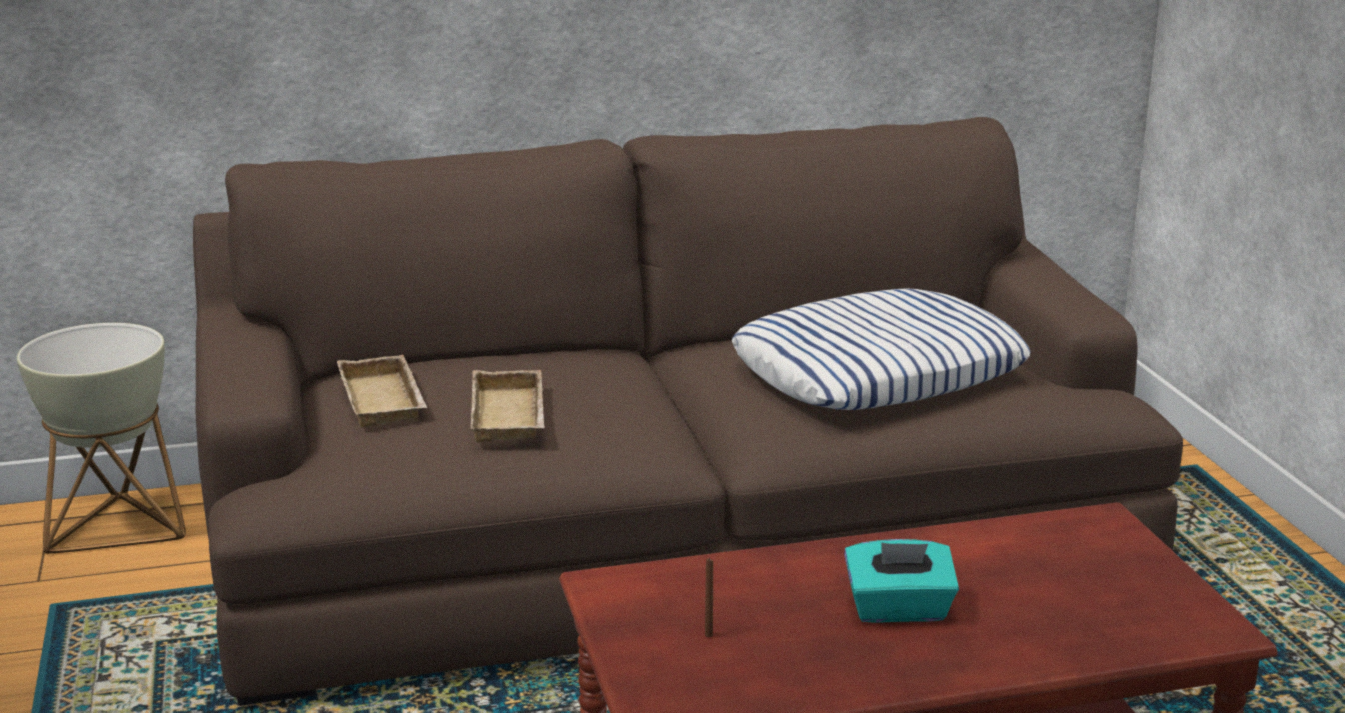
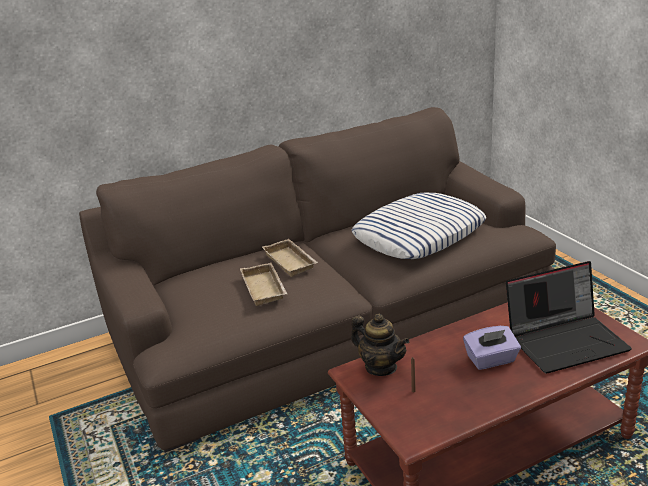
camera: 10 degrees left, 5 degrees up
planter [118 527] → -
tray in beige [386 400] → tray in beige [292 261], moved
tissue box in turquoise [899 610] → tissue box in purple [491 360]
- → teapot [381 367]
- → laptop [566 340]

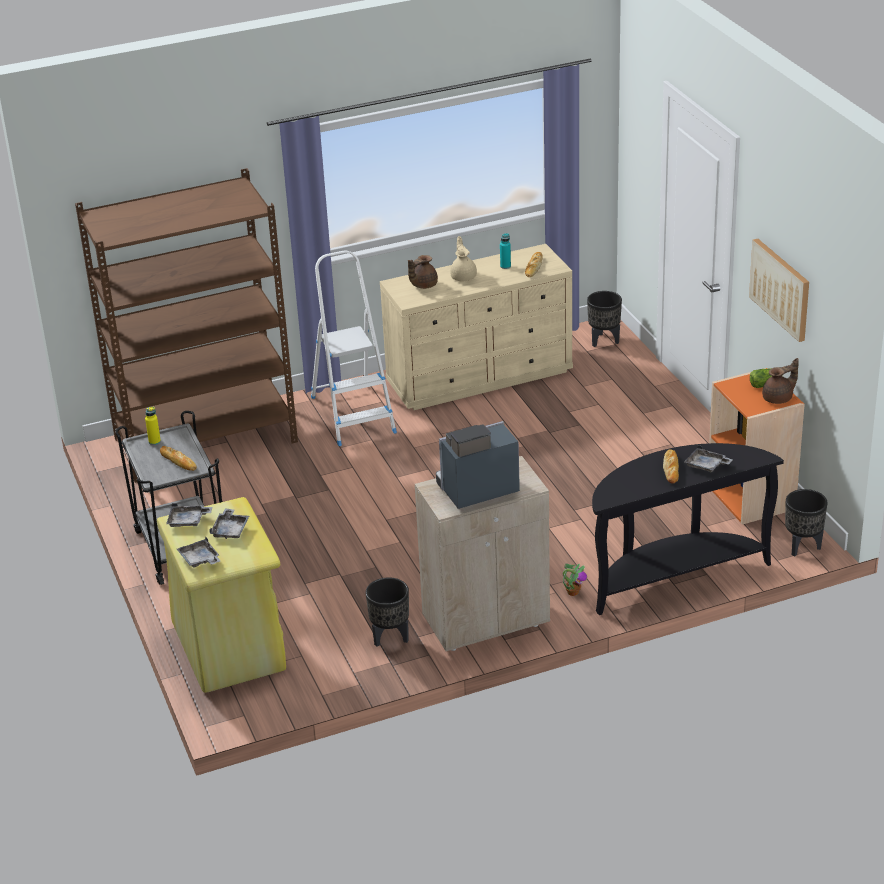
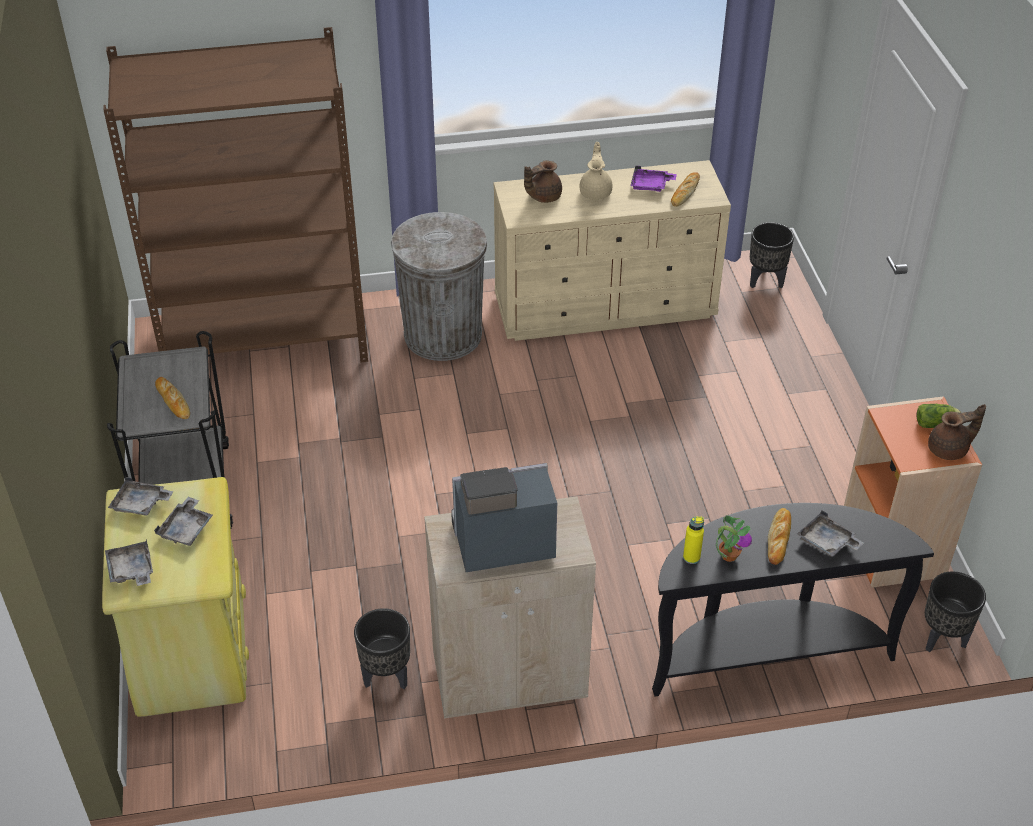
camera: 10 degrees right, 10 degrees up
bottle in yellow [154 441] → bottle in yellow [691 557], moved
step ladder in white [353 415] → trash can in grey [443 334]
bottle in turquoise [505 266] → tray in purple [651 185]
potted plant [572 592] → potted plant [729 555], moved
picture [781 289] → -

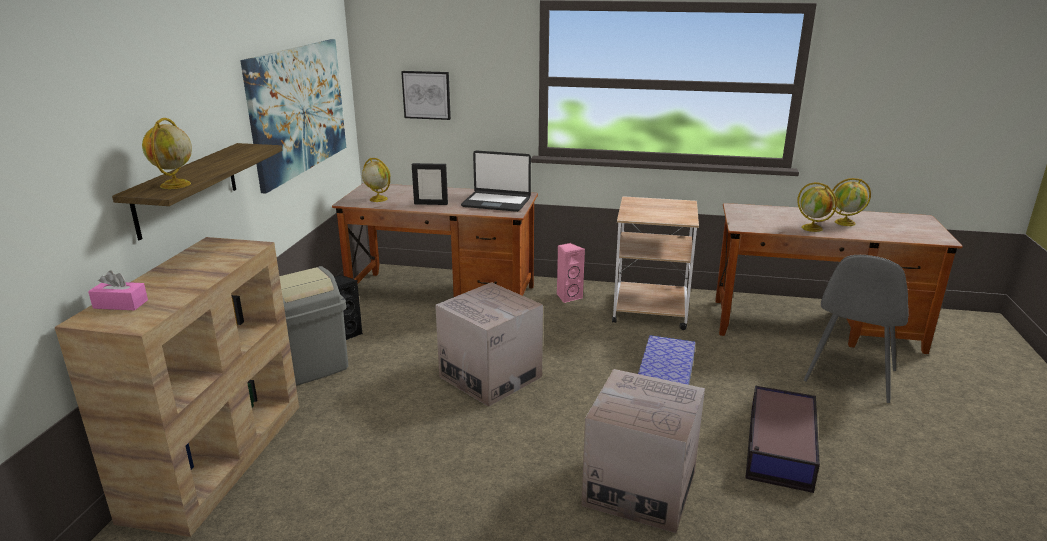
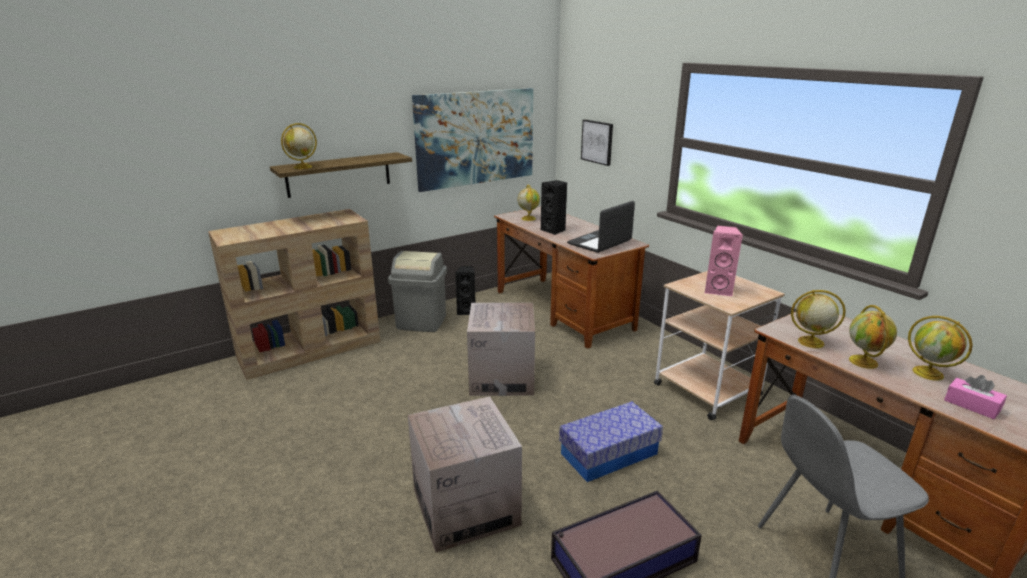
camera: 45 degrees right, 0 degrees up
tissue box in pink [120 304] → tissue box in pink [971 405], moved
picture frame [431 203] → speaker in black [554 230]
laptop [496 202] → laptop [600 243], 75 degrees clockwise
speaker in pink [568 297] → speaker in pink [718 290], moved
- → globe [810 342]

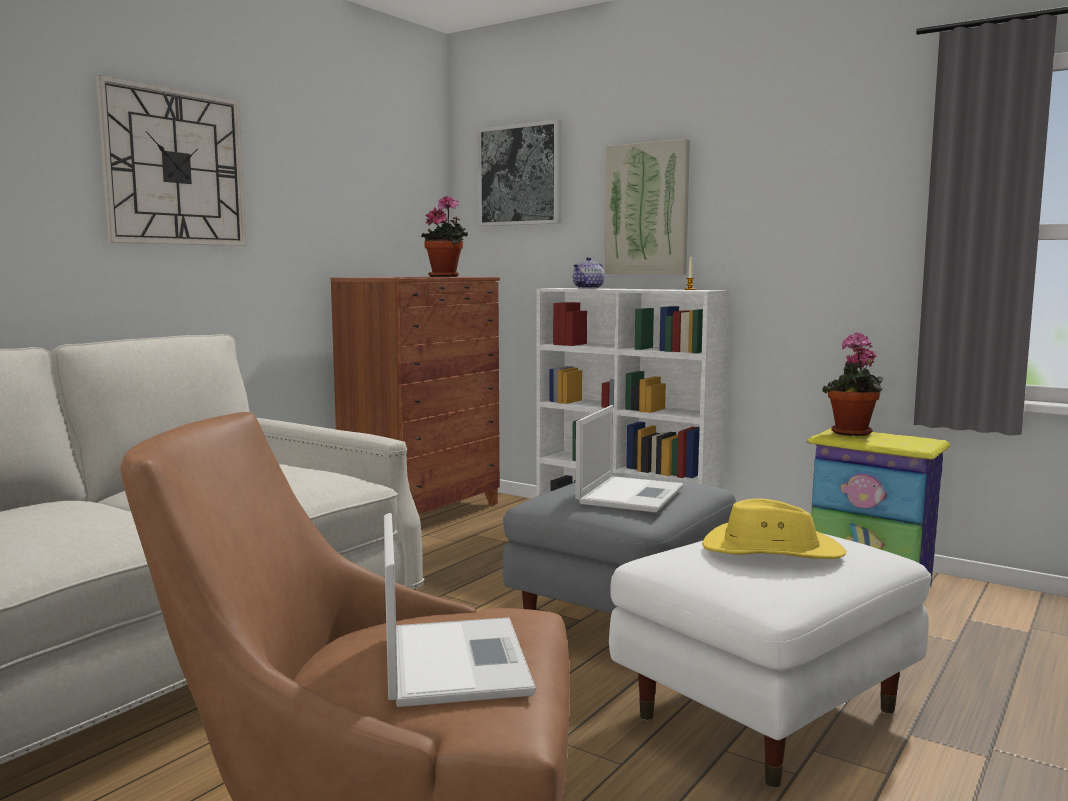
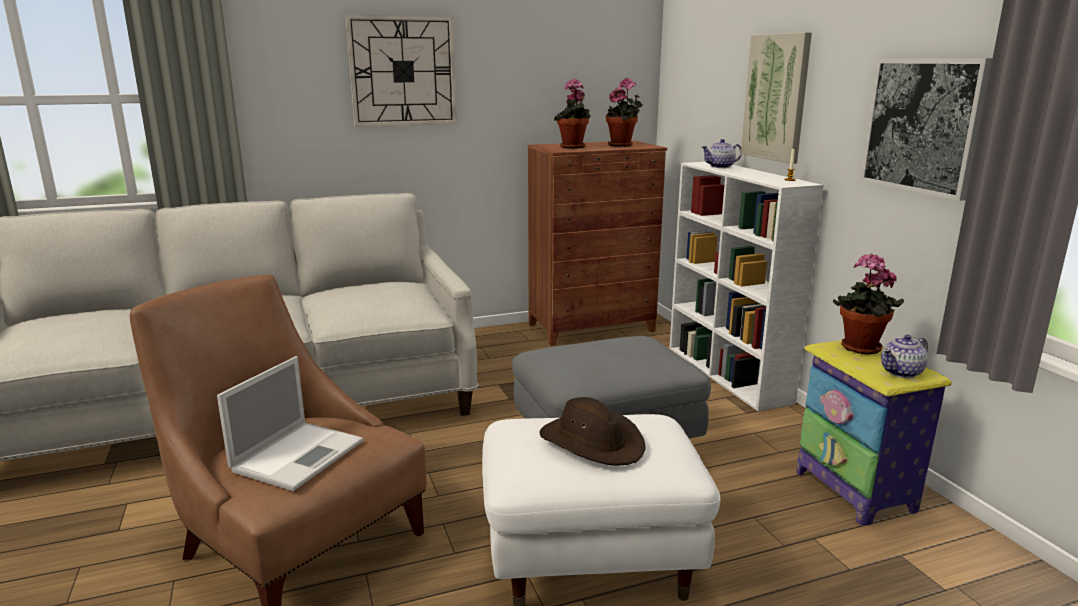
camera: 35 degrees right, 10 degrees up
picture [520 175] → picture [923 125], moved
laptop [631 494] → -
hat in yellow [771 551] → hat in brown [592 442]
- → potted plant [573 147]
- → teapot [902 372]

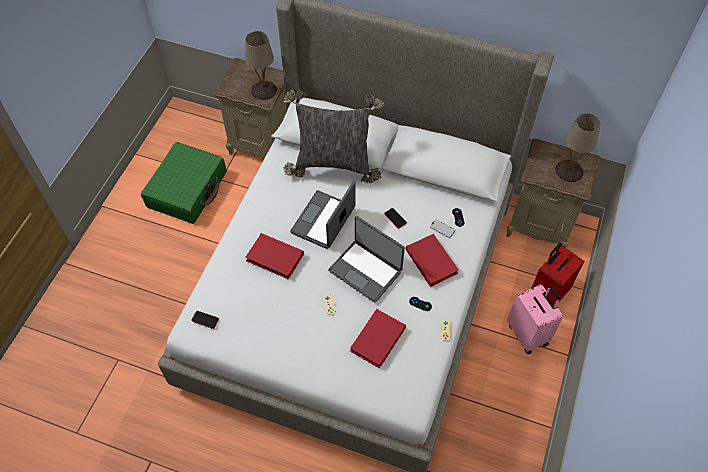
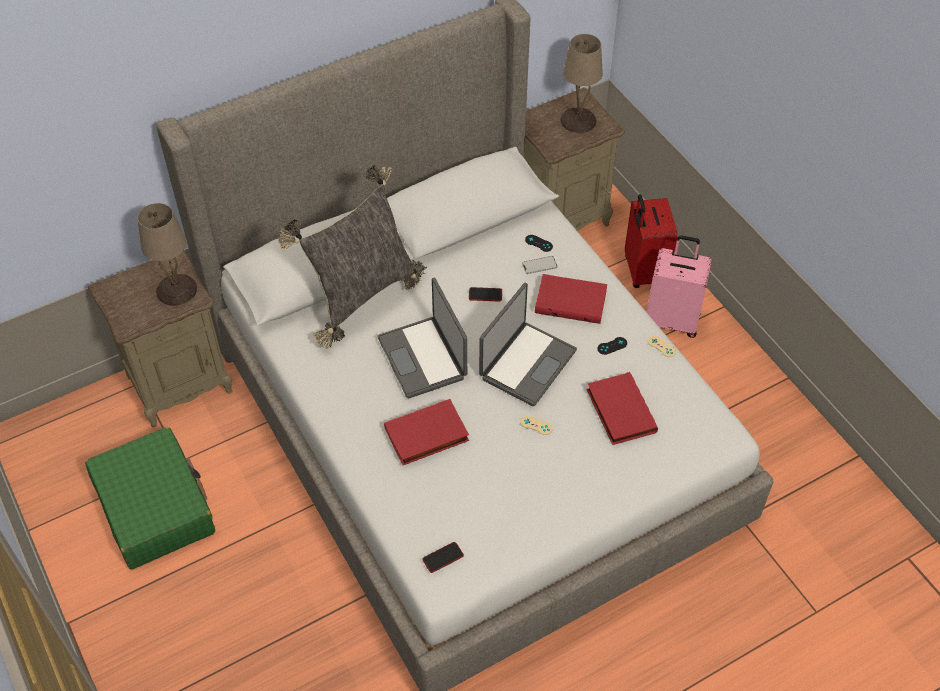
camera: 50 degrees left, 5 degrees down
laptop [366 270] → laptop [526 363], 45 degrees counterclockwise

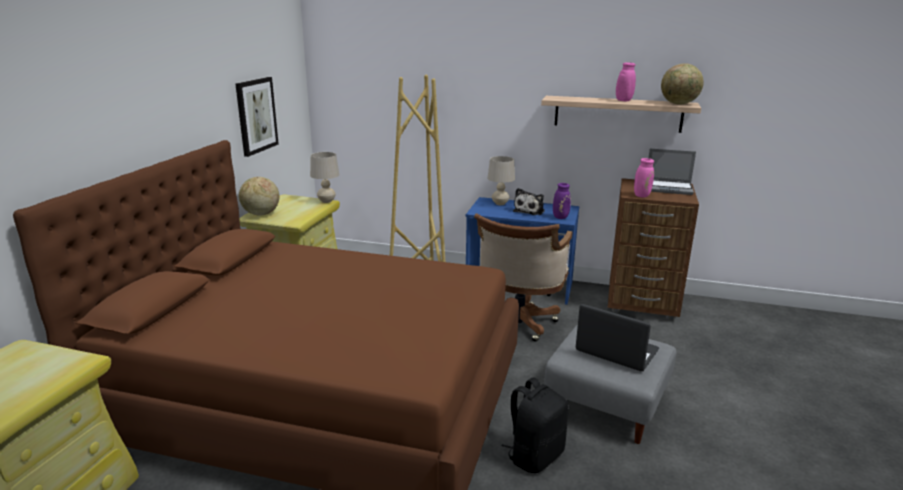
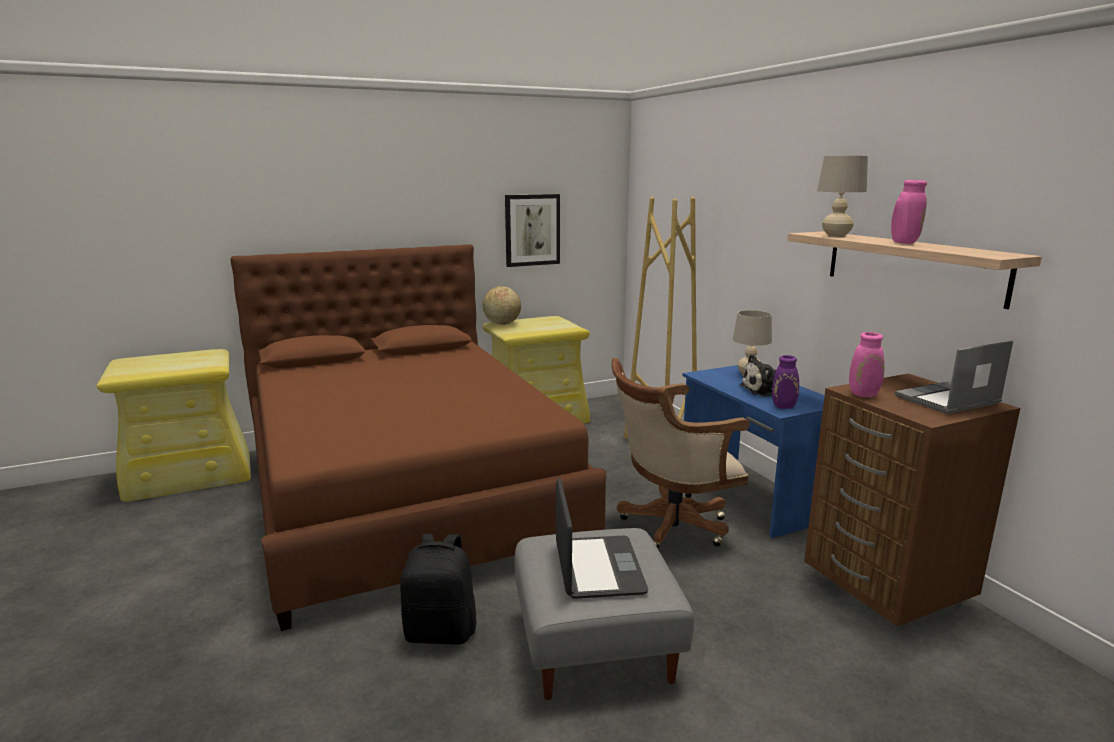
camera: 50 degrees right, 5 degrees down
table lamp in beige [326 201] → table lamp in beige [836 236], moved
laptop [669 188] → laptop [947 400], 90 degrees clockwise
globe [679 104] → -

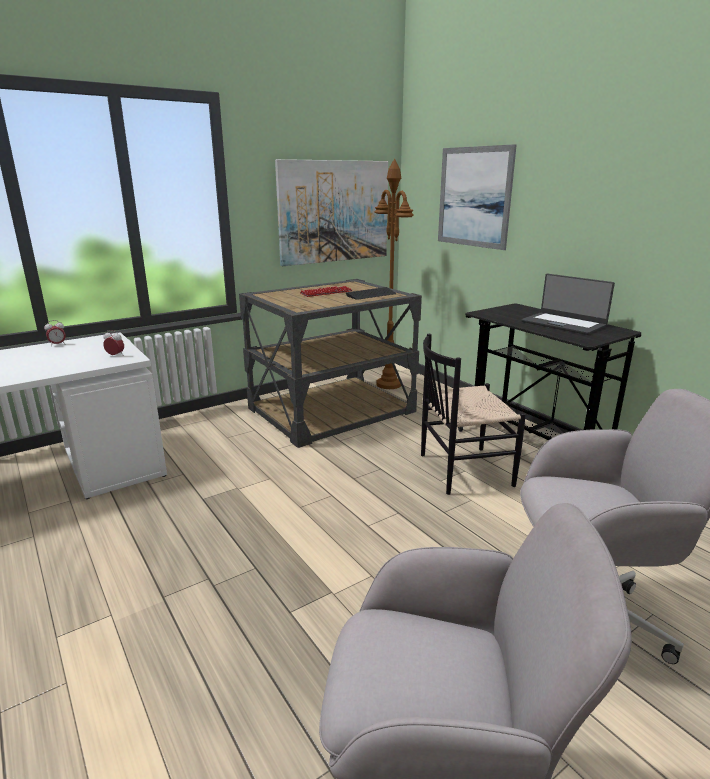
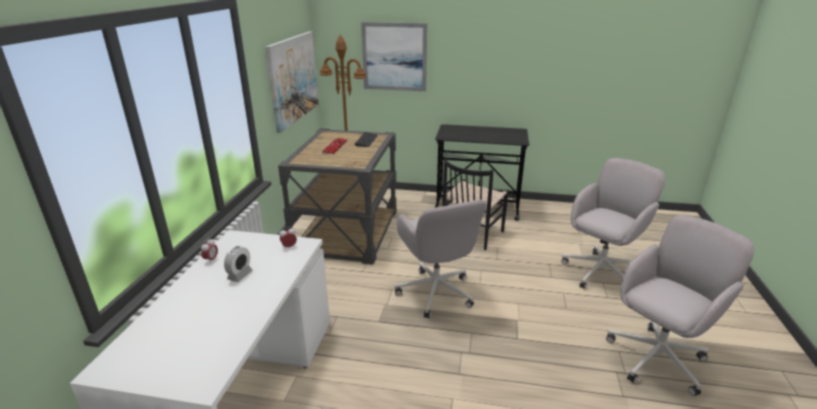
camera: 45 degrees left, 5 degrees up
laptop [563 324] → -
- → alarm clock [240 275]
- → office chair in grey [436 294]

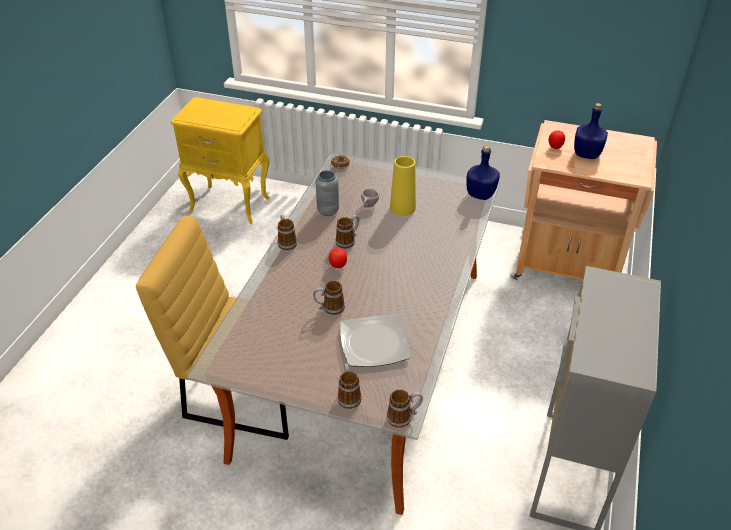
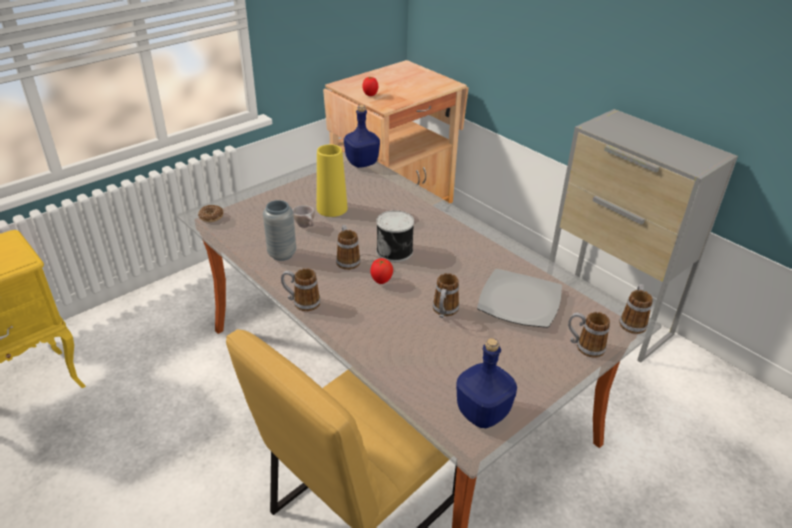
camera: 60 degrees left, 5 degrees down
bottle in blue [587 154] → bottle in blue [483 413], moved
- → can [395 251]

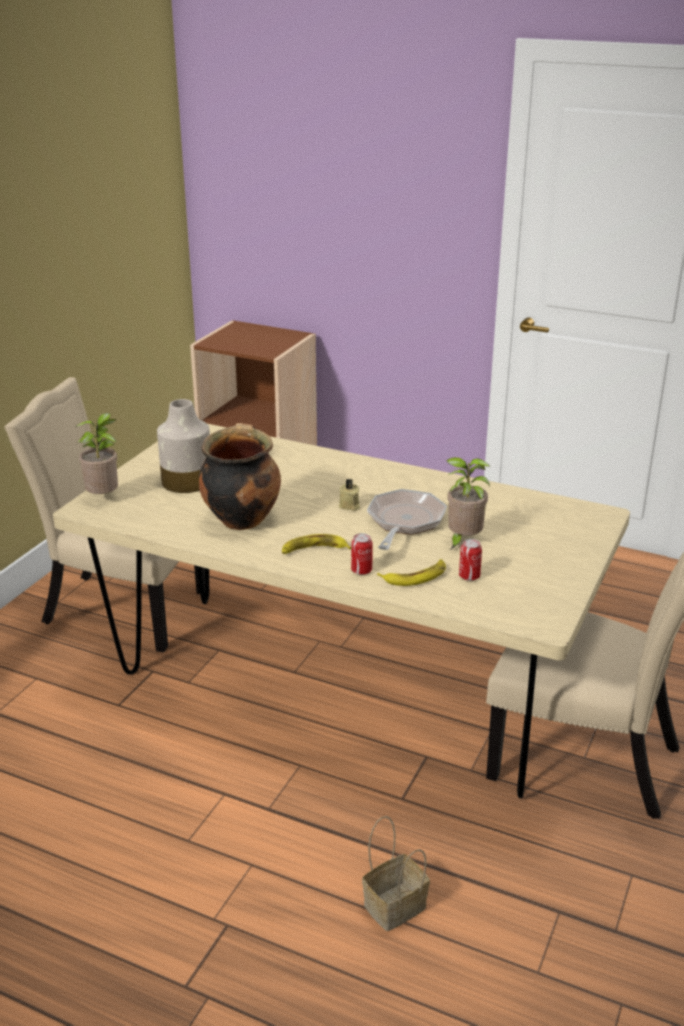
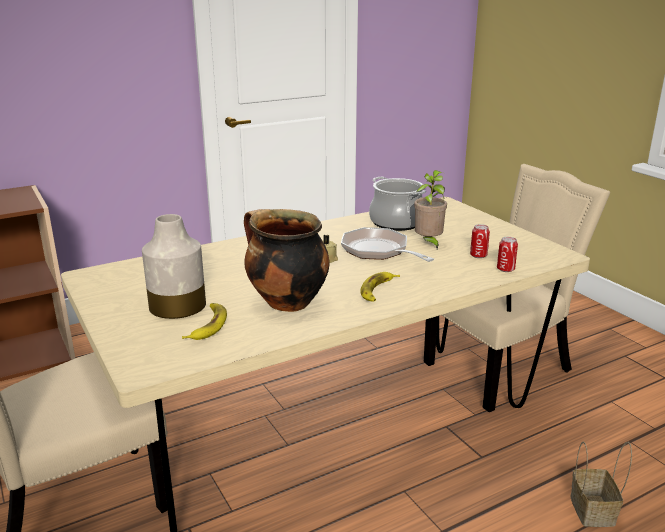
camera: 55 degrees left, 5 degrees down
potted plant [105 498] → -
can [361 570] → can [505 269], moved
banana [415 576] → banana [208 325], moved
- → cooking pot [396 222]

